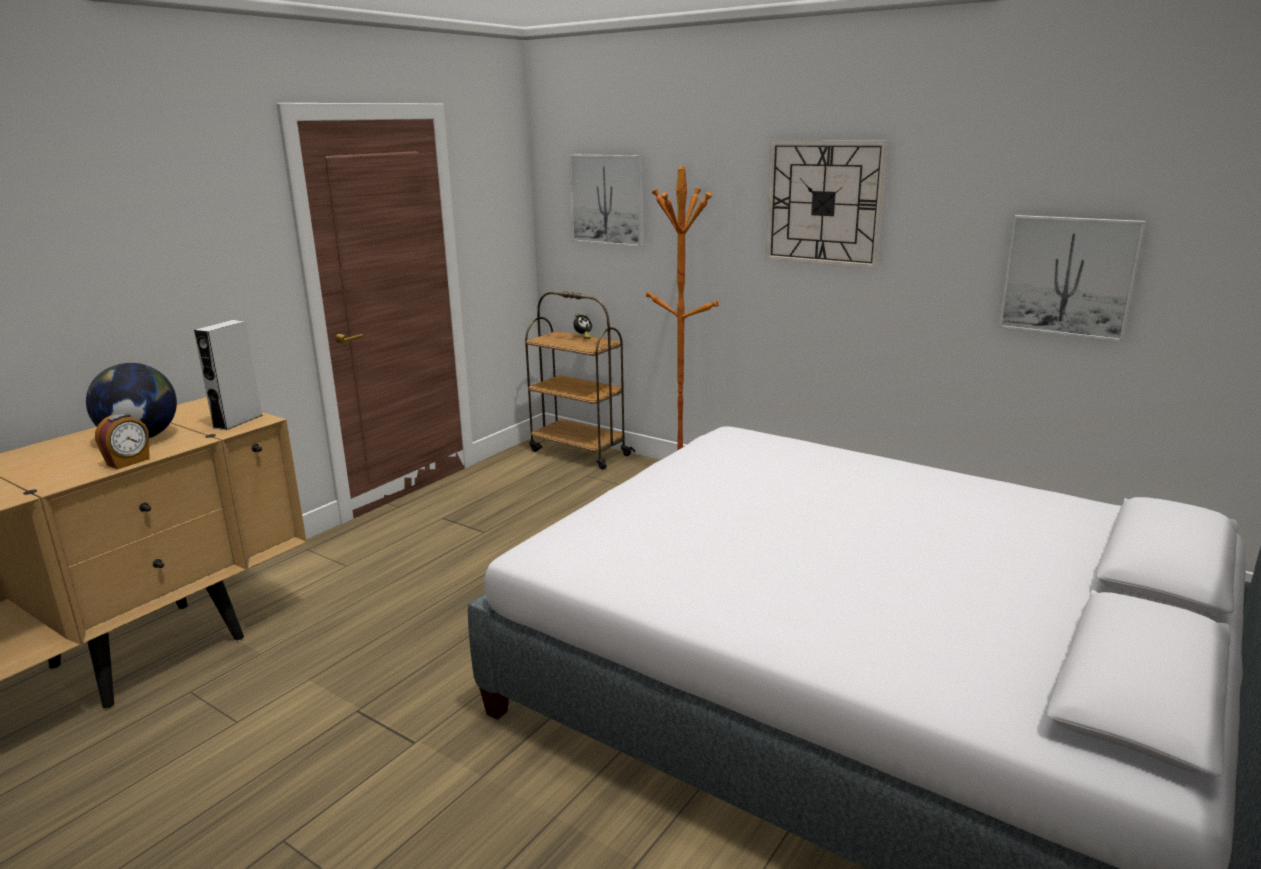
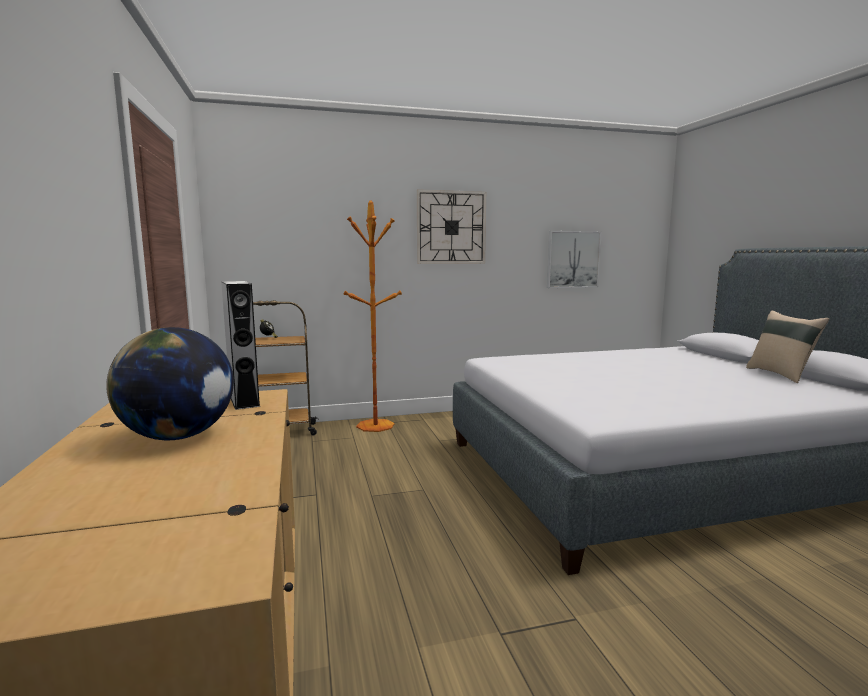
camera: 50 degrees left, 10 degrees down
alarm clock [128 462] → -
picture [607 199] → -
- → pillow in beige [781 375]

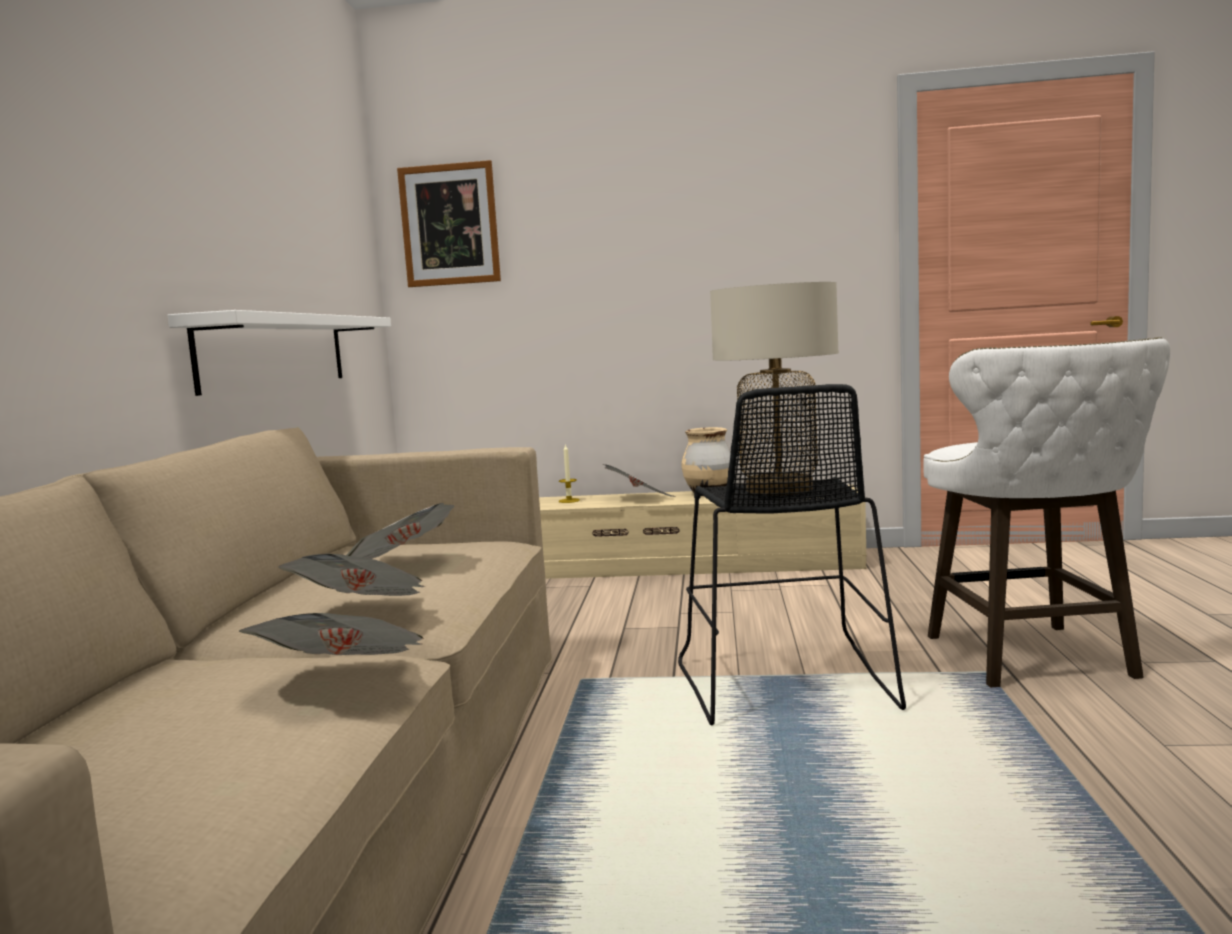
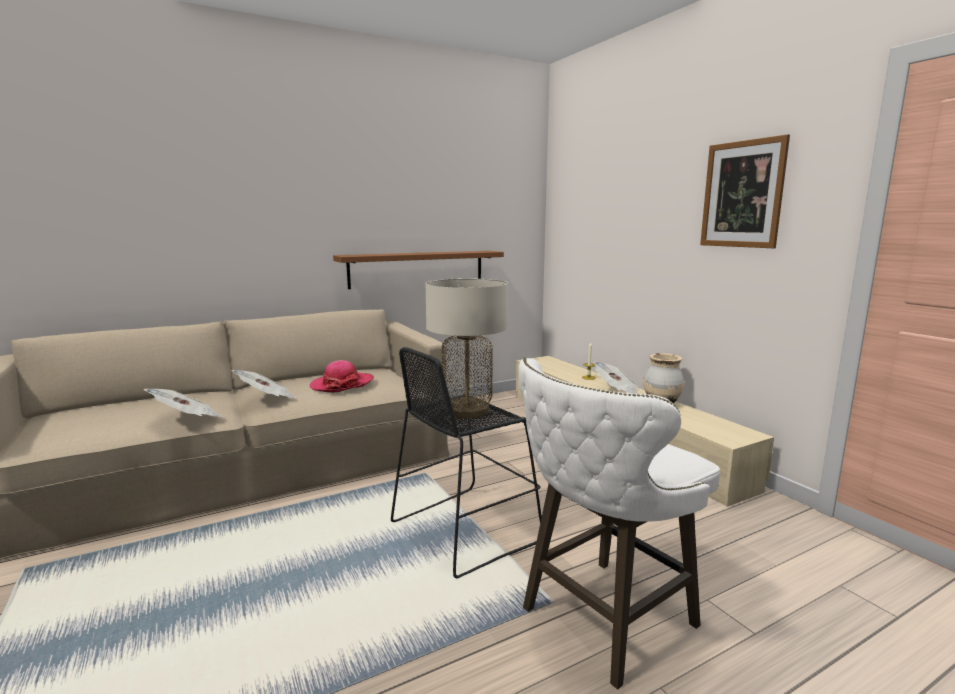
camera: 55 degrees right, 5 degrees up
shelf in white [276 351] → shelf in brown [417 269]
newspaper [399 566] → hat [342 384]
picture [449 225] → picture [742 194], moved

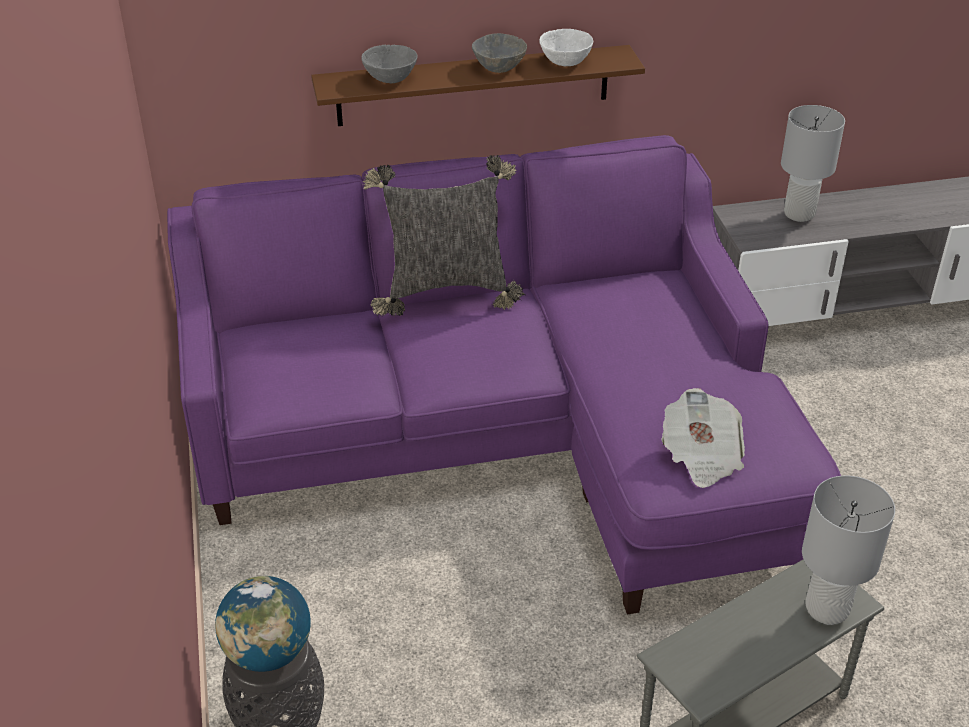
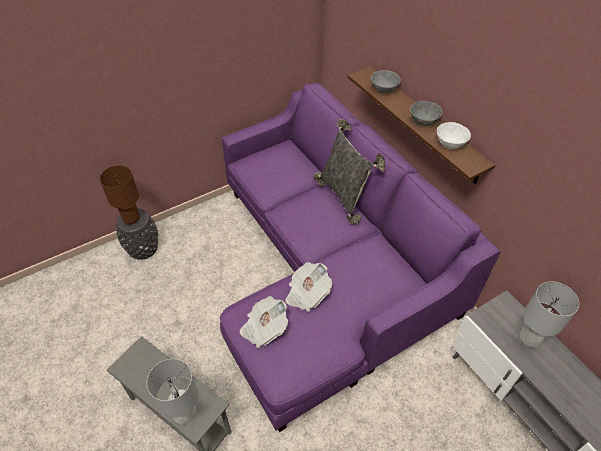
camera: 70 degrees right, 10 degrees up
globe [268 653] → table lamp in brown [131 219]
- → newspaper [307 293]

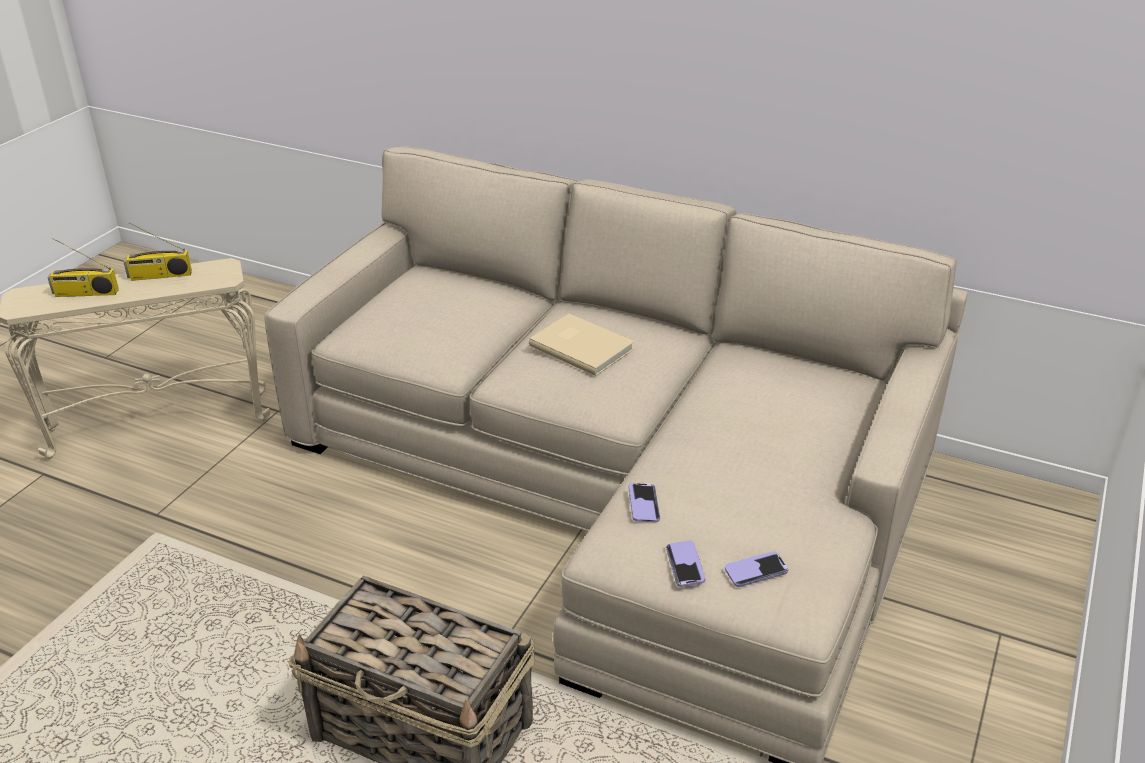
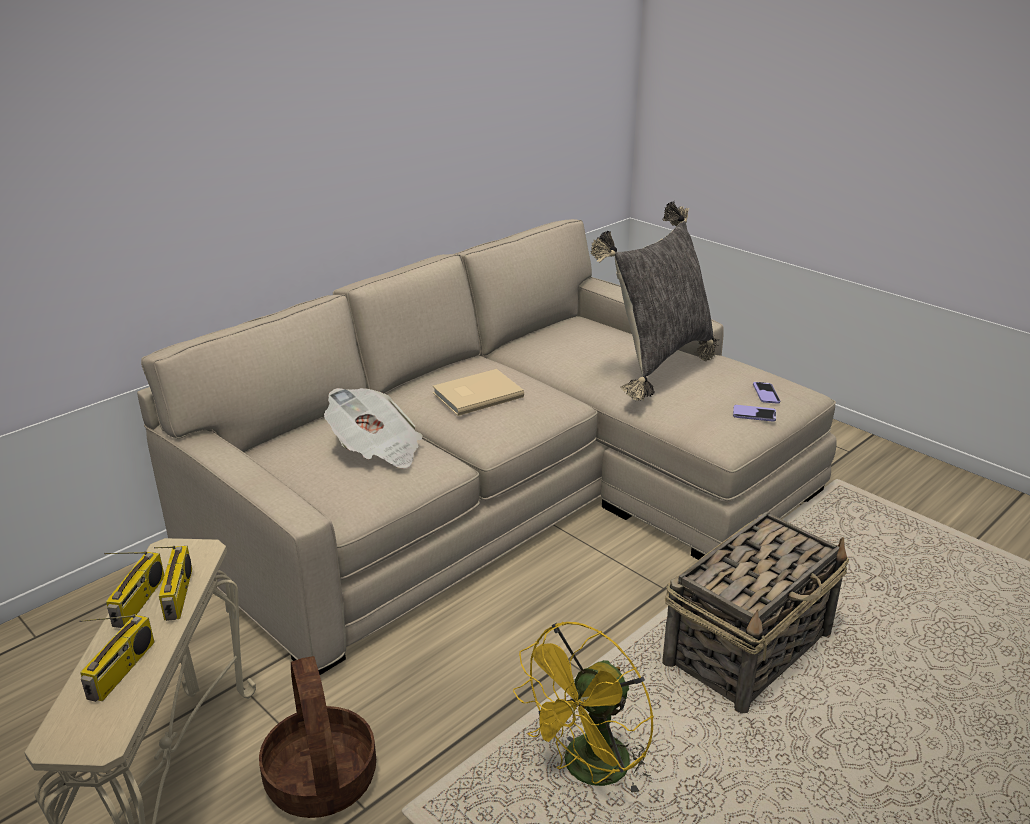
camera: 70 degrees left, 5 degrees down
phone [644 504] → -
- → radio [179 595]
- → basket [320 778]
- → newspaper [376 449]
- → fan in yellow [589 772]
- → pillow [653 372]

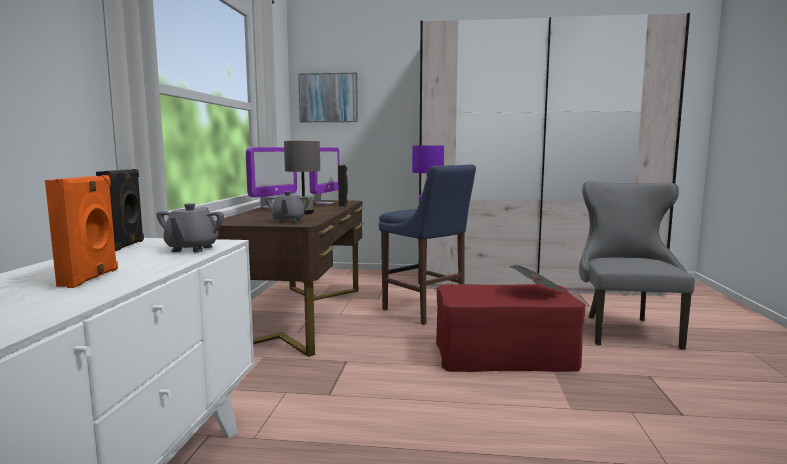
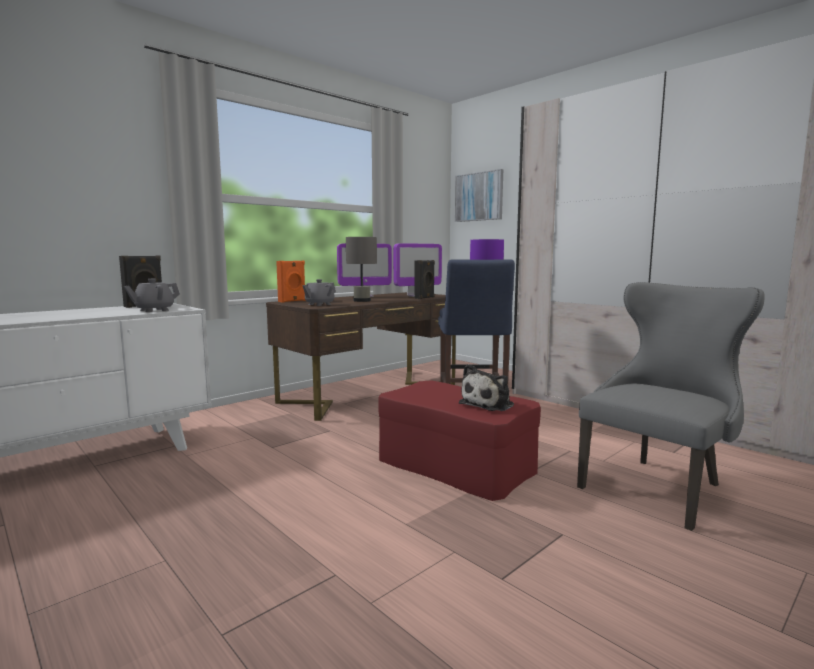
camera: 40 degrees right, 0 degrees up
speaker in orange [91 278] → speaker in orange [292 301], moved
newspaper [537 293] → plush toy [489 404]

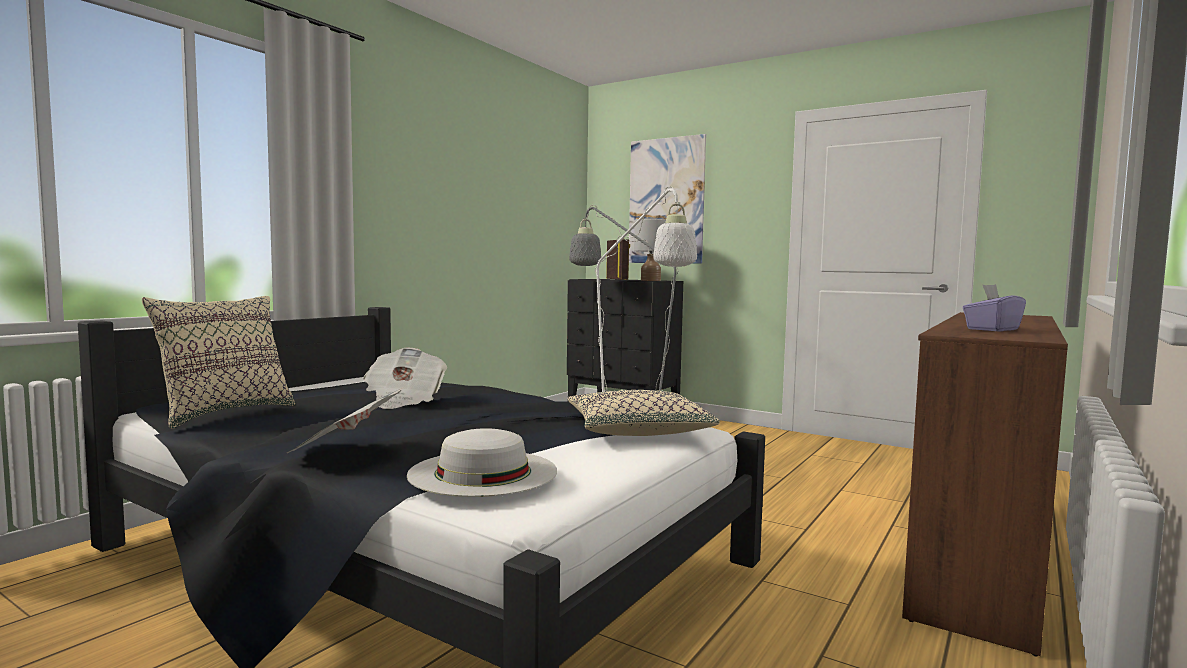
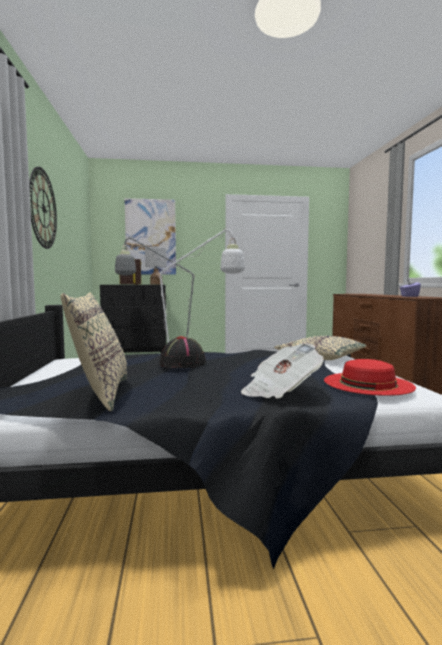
camera: 40 degrees left, 0 degrees up
newspaper [404 400] → hat in black [183 363]
hat in white [483 472] → hat in red [367 383]
- → wall clock [43 208]

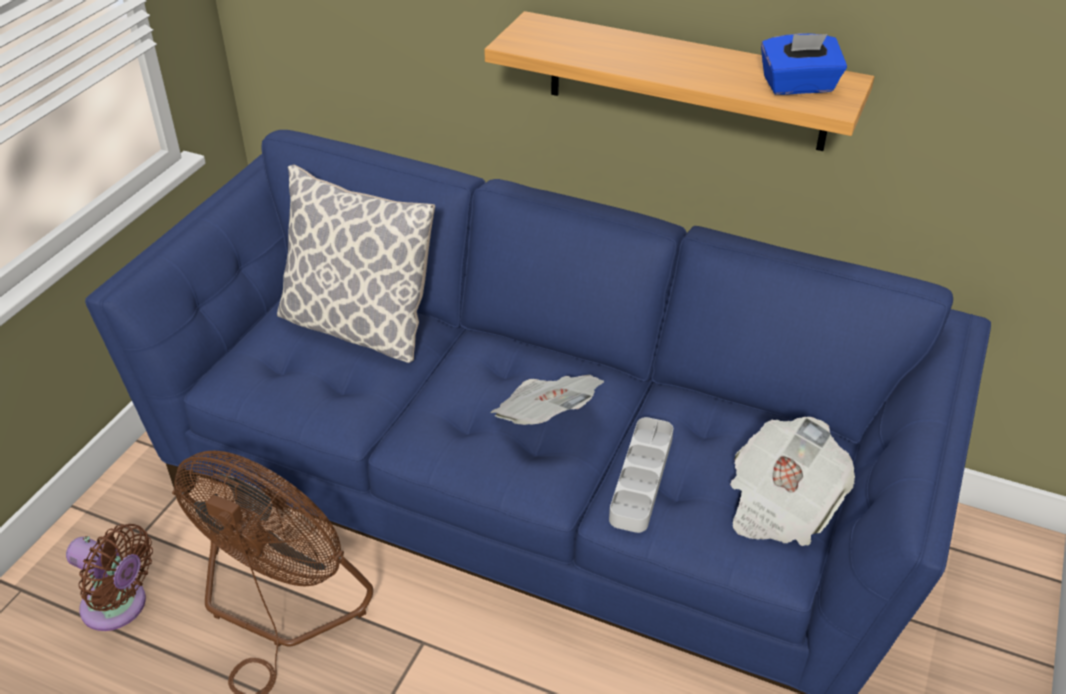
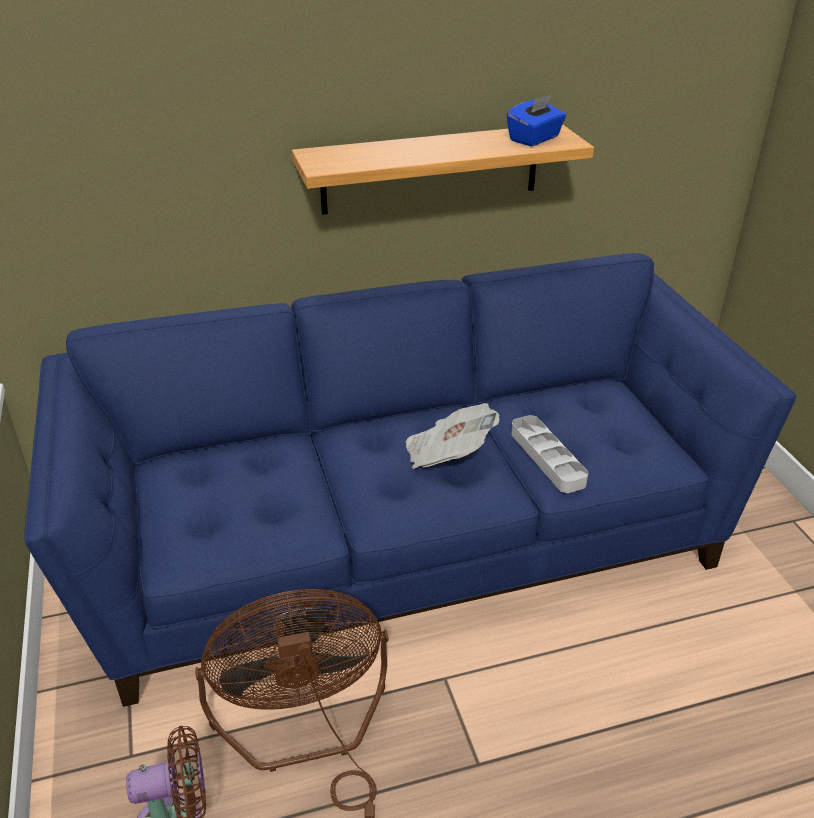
camera: 40 degrees left, 5 degrees down
pillow [357 326] → -
newspaper [781 504] → -

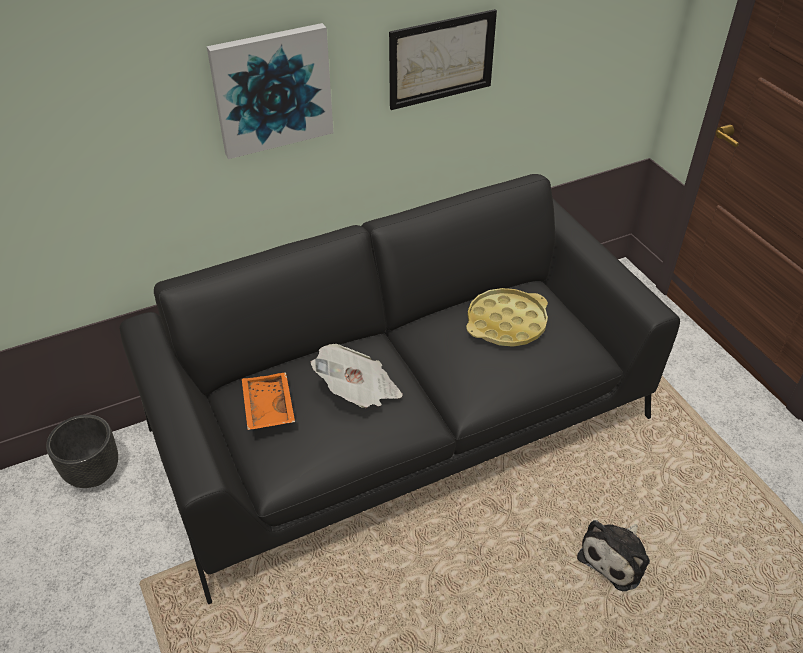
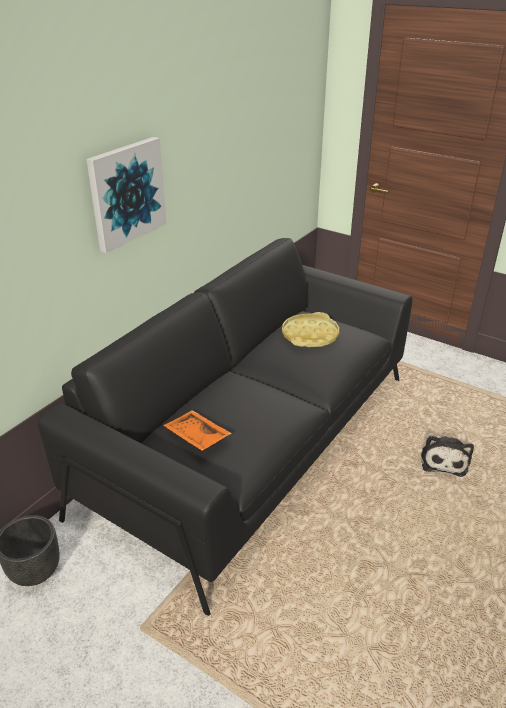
camera: 30 degrees left, 10 degrees down
newspaper [359 392] → -
picture [441 59] → -

